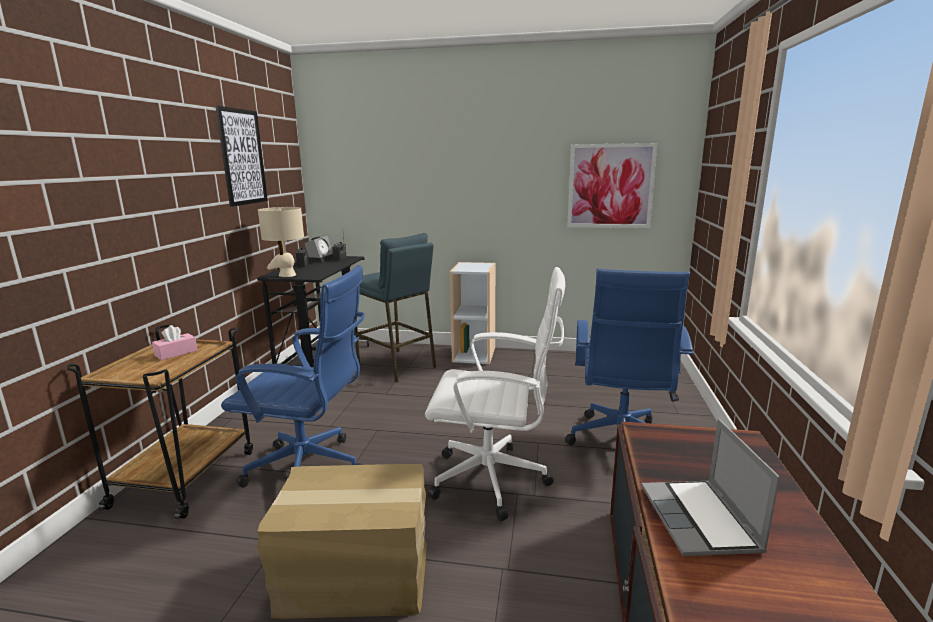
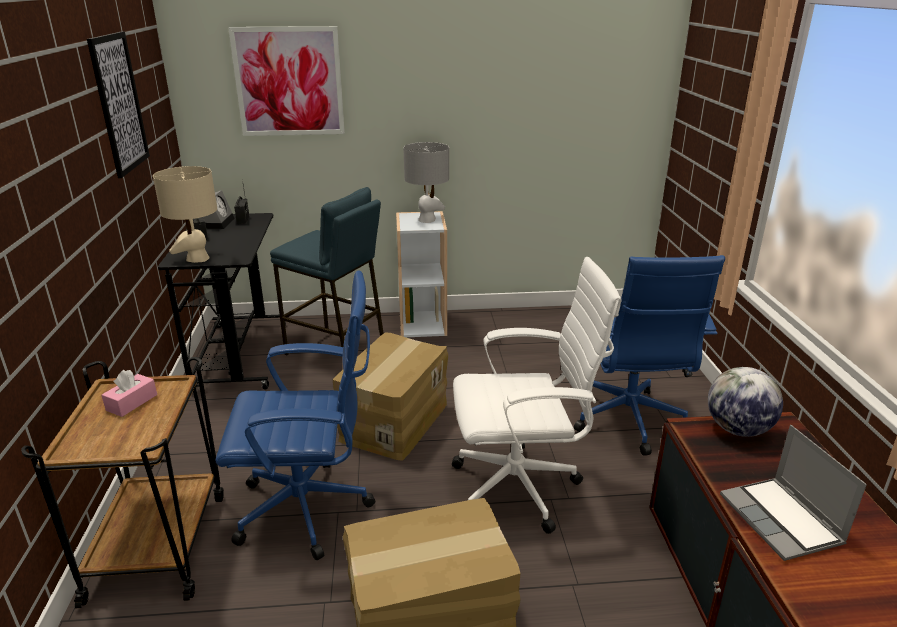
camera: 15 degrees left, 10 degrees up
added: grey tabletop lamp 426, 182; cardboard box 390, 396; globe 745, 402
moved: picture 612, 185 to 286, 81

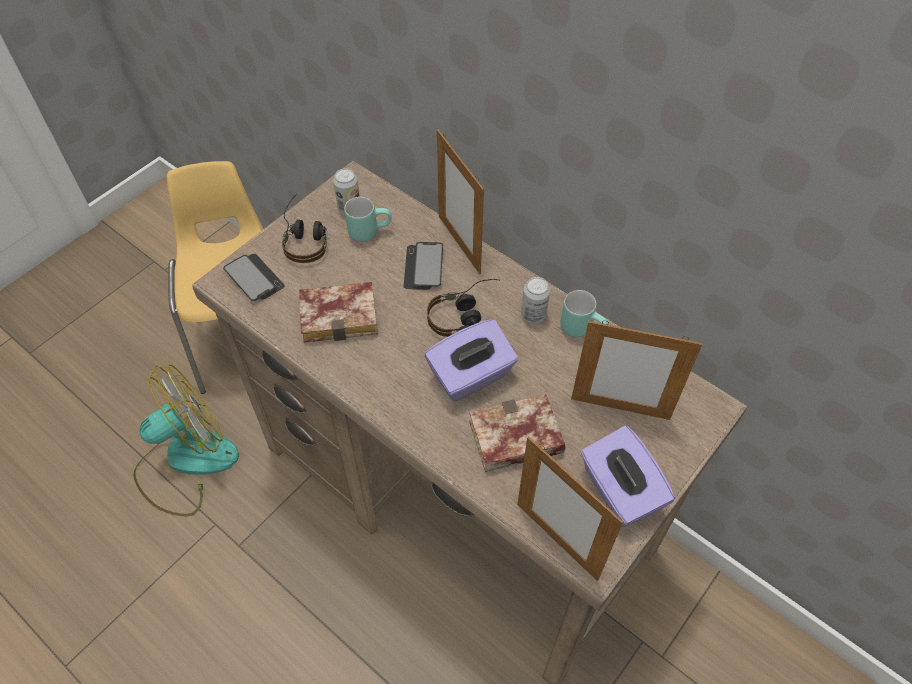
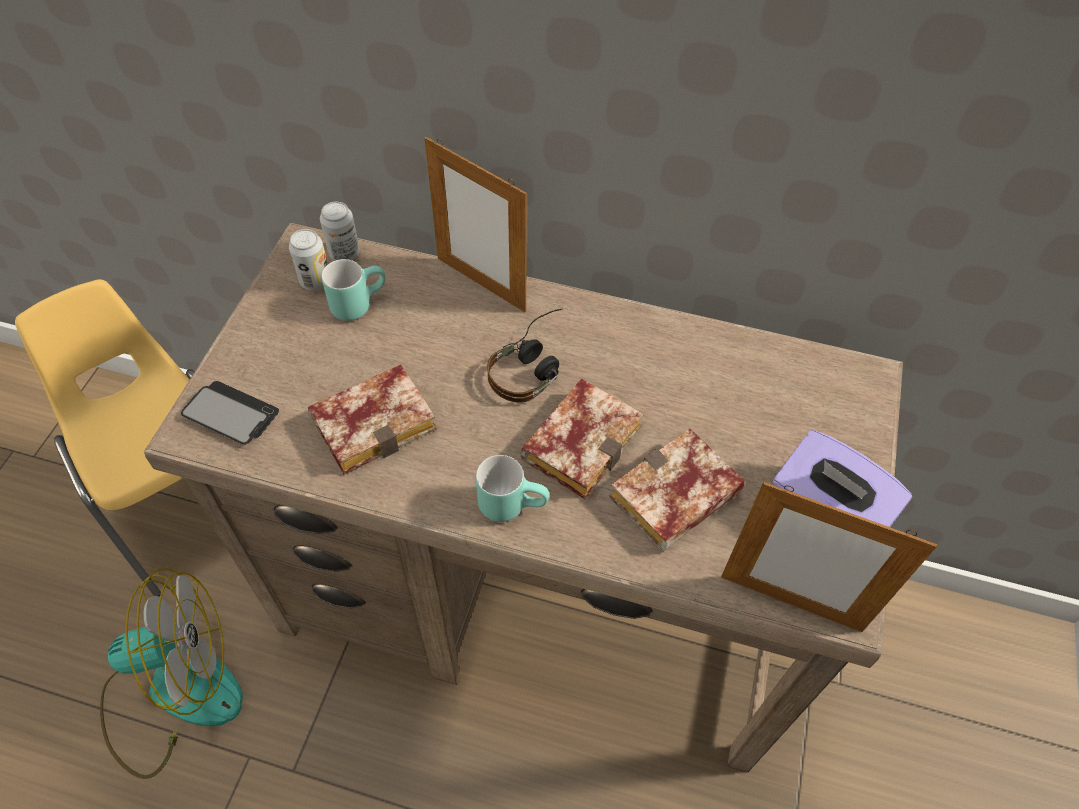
camera: 25 degrees left, 0 degrees up
removed: pair of headphones 304, 228; telephone 423, 266; standing frame 636, 370
moved: metal can 535, 300 to 340, 231; turquoise tea mug 584, 313 to 512, 488
replaced: purple-coloured tissue holder 471, 360 to bound book 582, 439
turned: cooling fan 186, 440 = 171, 673 45 degrees clockwise

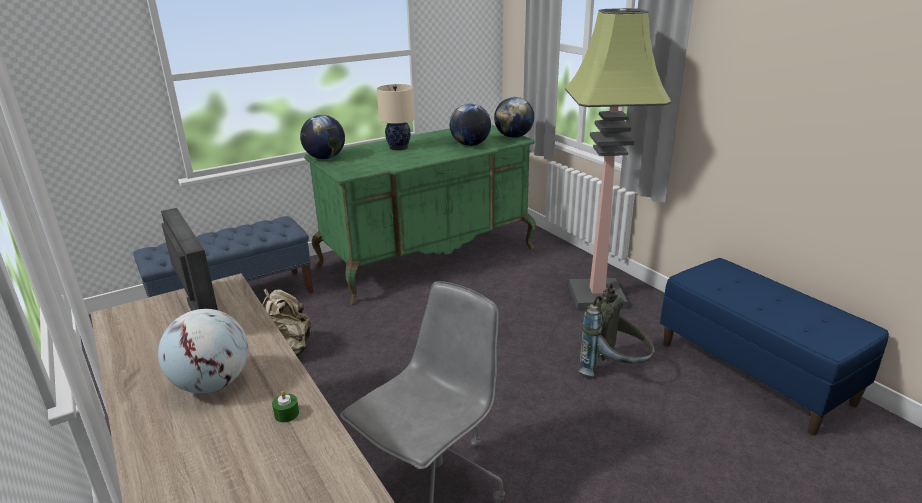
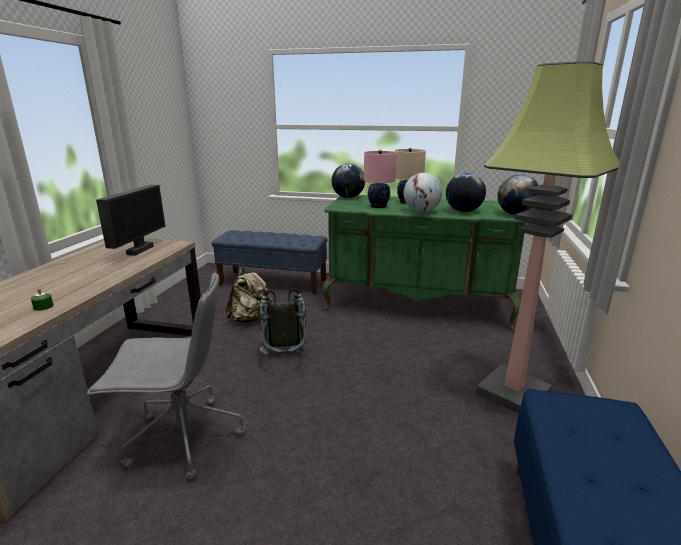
camera: 45 degrees right, 5 degrees down
added: pink tabletop lamp 380, 179
moved: grey rucksack 616, 329 to 283, 322; globe 203, 351 to 423, 192

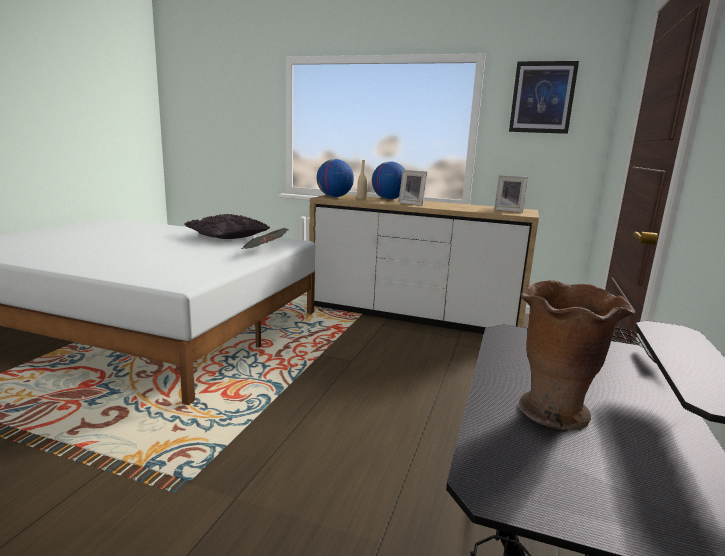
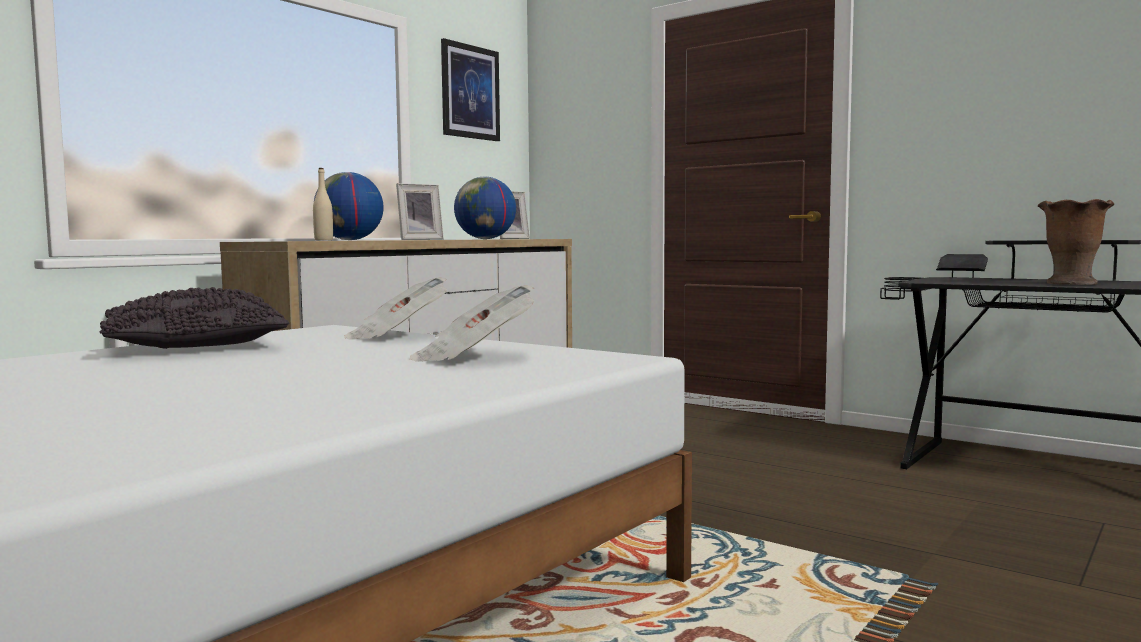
camera: 70 degrees left, 10 degrees down
added: printed paper 472, 323
moved: globe 335, 178 to 485, 208

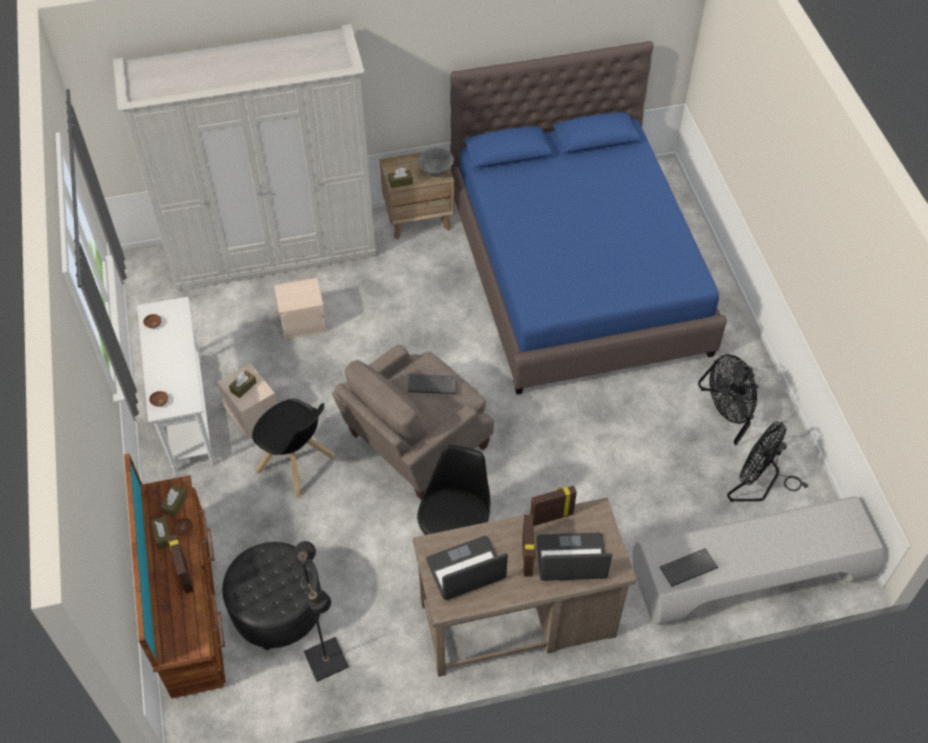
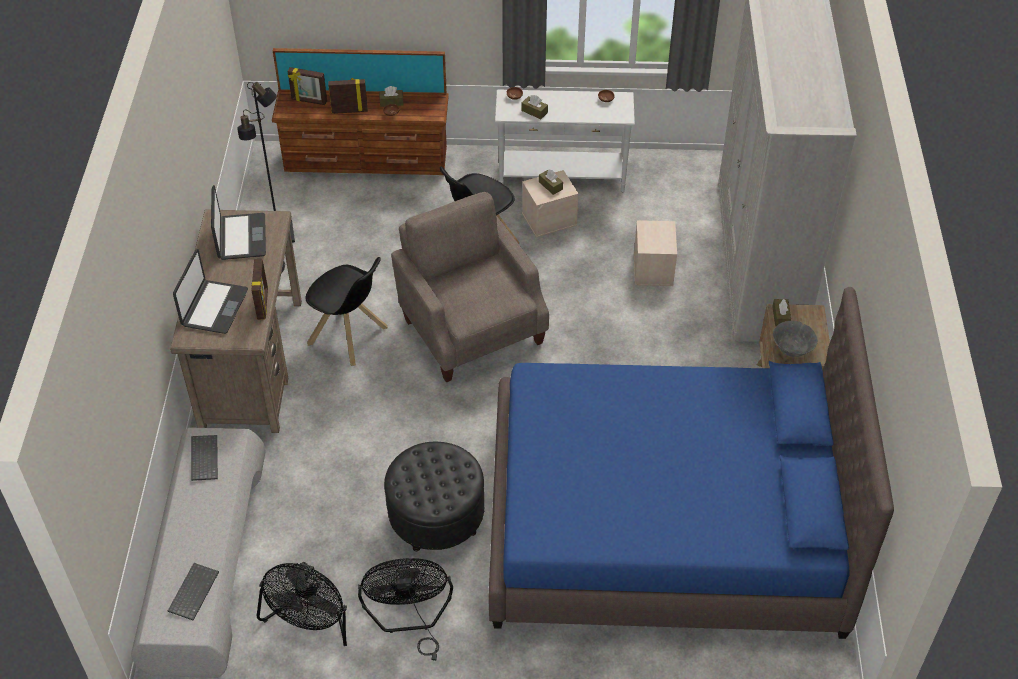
camera: 105 degrees right, 5 degrees down
moved: keyboard 432, 384 to 193, 591; brown tissue holder 174, 501 to 534, 107; standing frame 529, 545 to 307, 86; blackish ottoman 271, 596 to 434, 496
turned: blackish cooling fan 767, 461 = 302, 604 150 degrees clockwise

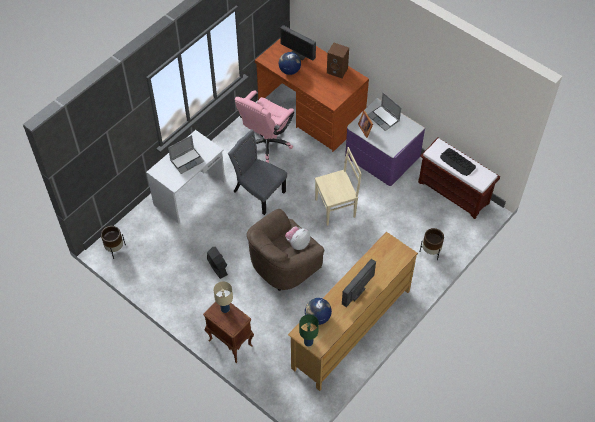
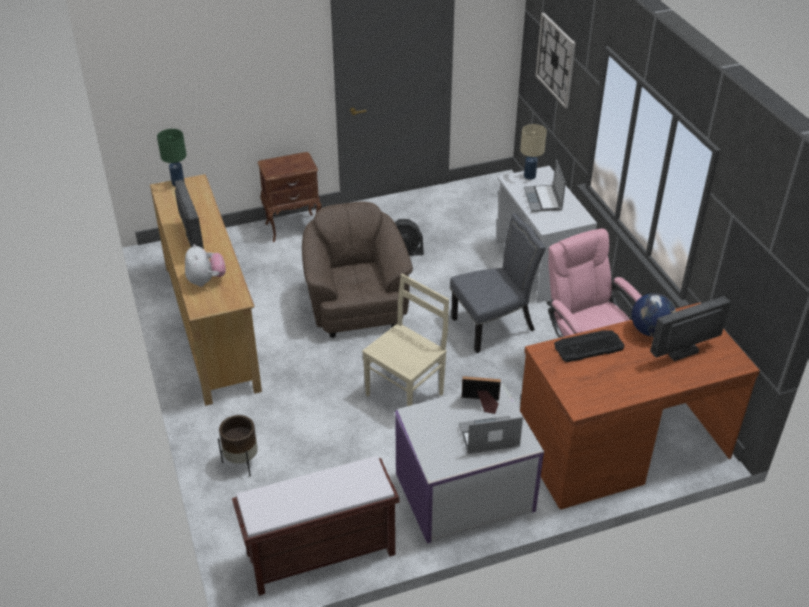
camera: 120 degrees right, 15 degrees down
removed: brown loudspeaker 338, 60; brown flower pot 113, 242; globe 318, 311
added: wall clock 555, 60
moved: keyboard 458, 162 to 589, 346; soft toy 298, 238 to 205, 265; sand-coloured tabletop lamp 223, 297 to 533, 152
turned: sand-coloured chair 338, 186 = 405, 340 150 degrees counterclockwise

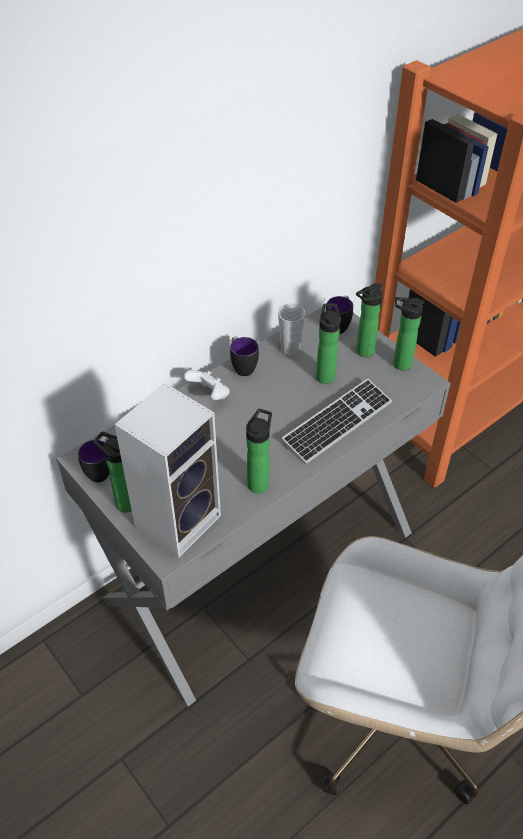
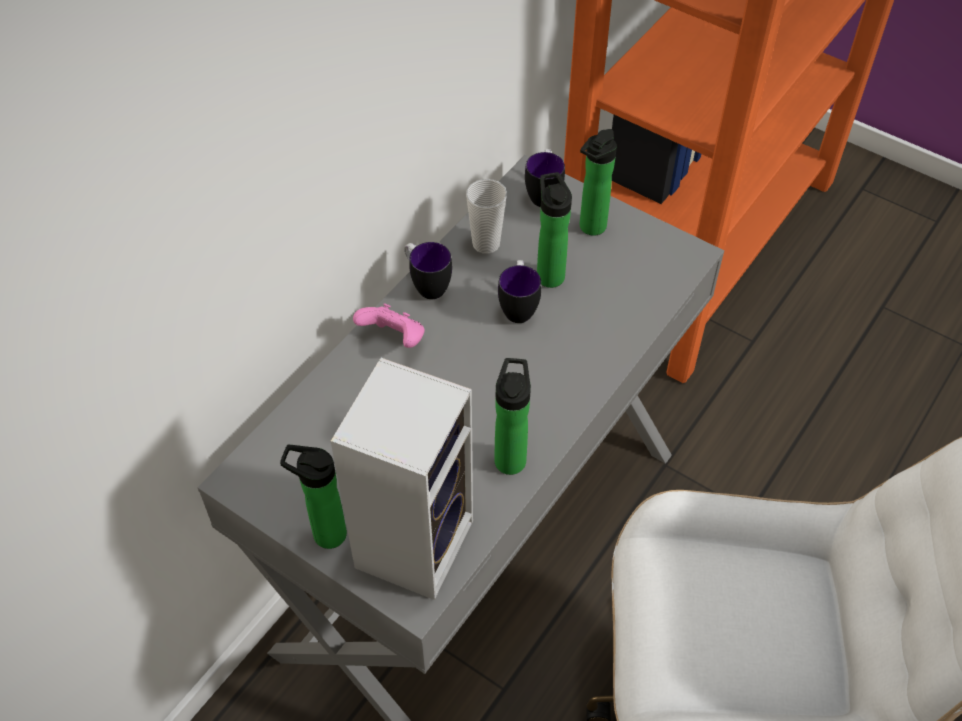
camera: 15 degrees left, 5 degrees up
removed: beverage bottle 409, 334; keyboard 336, 421
moved: tea mug 94, 460 to 519, 291
recoloured: whitish joypad 207, 385 to pink joypad 388, 325

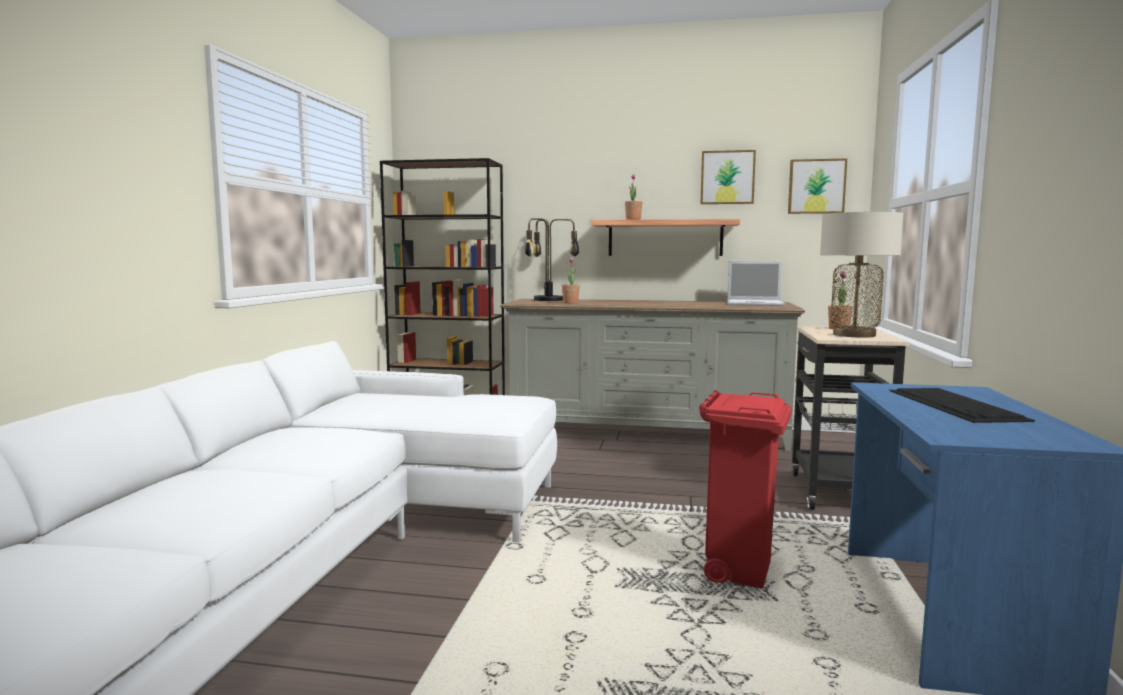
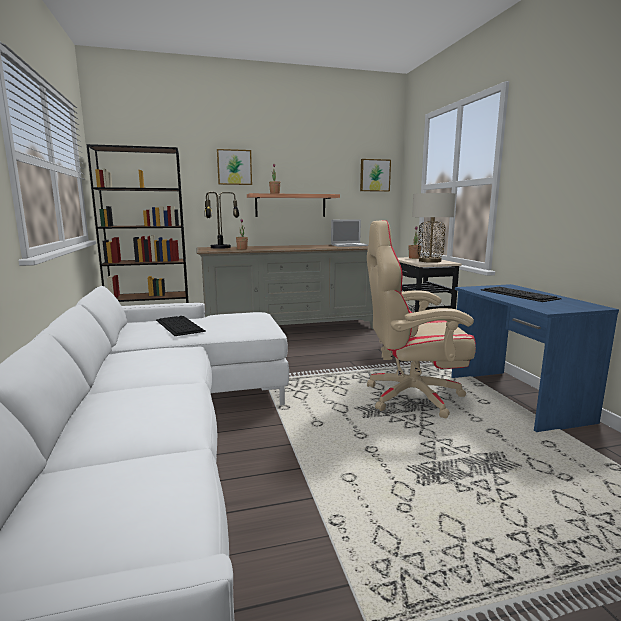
camera: 25 degrees left, 5 degrees up
added: keyboard 181, 326
moved: picture 728, 177 to 234, 167
replaced: reddish trash can 745, 489 to sand-coloured desk chair 421, 319

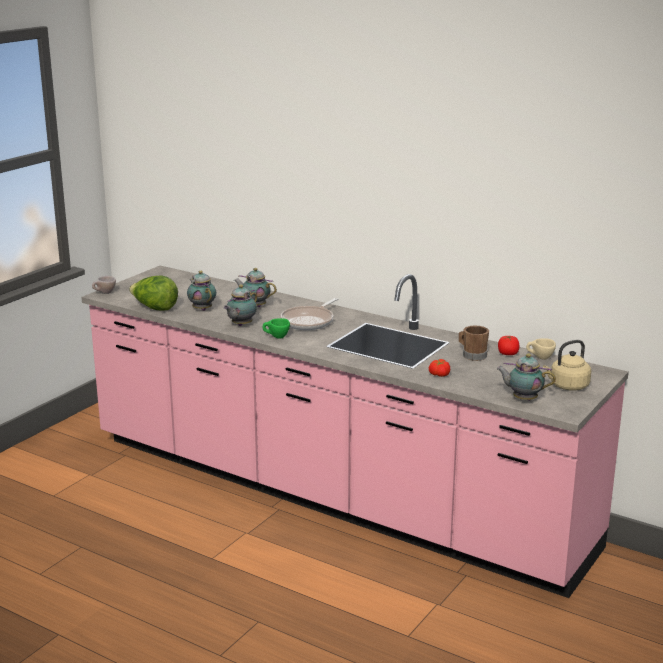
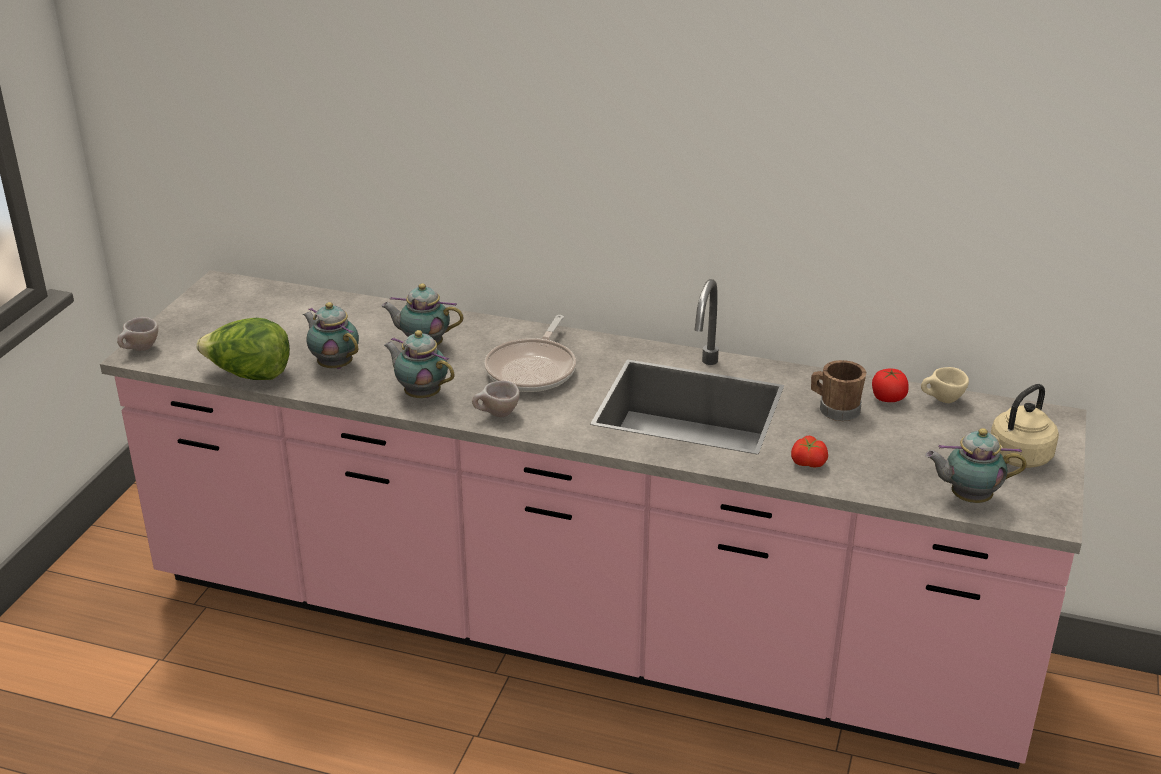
camera: 15 degrees left, 10 degrees up
recoloured: green-coloured small cup 276, 328 to sand-coloured small cup 496, 398
turned: teapot 240, 305 = 419, 364 105 degrees clockwise

